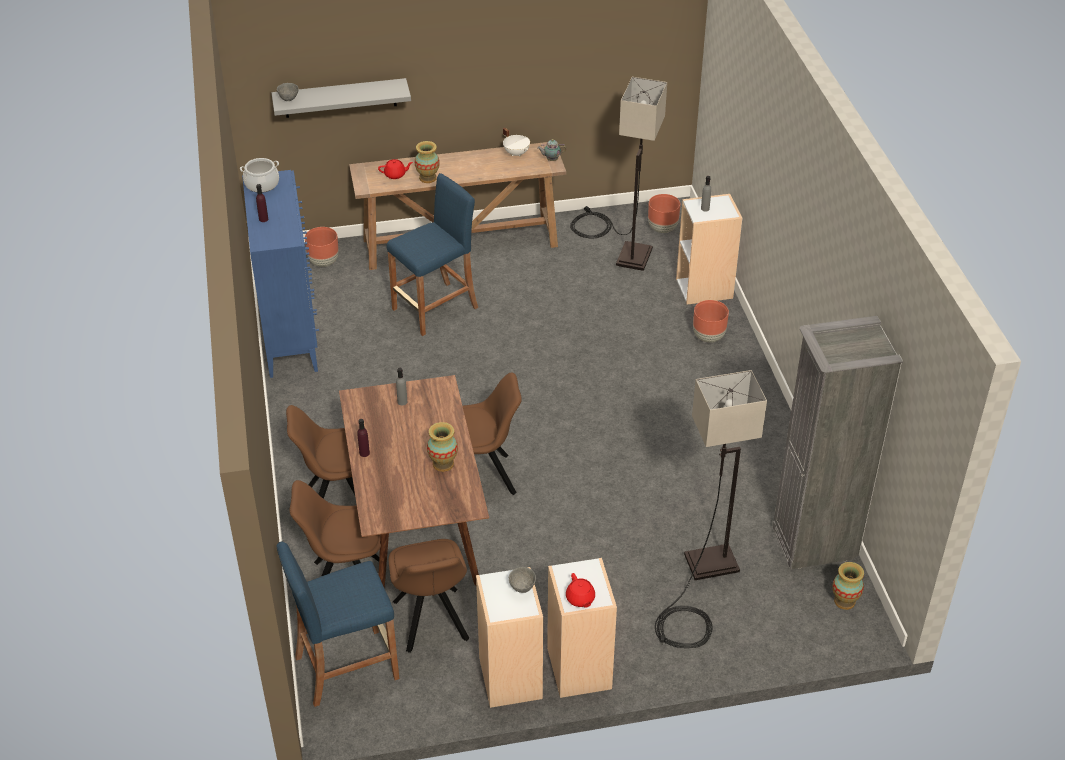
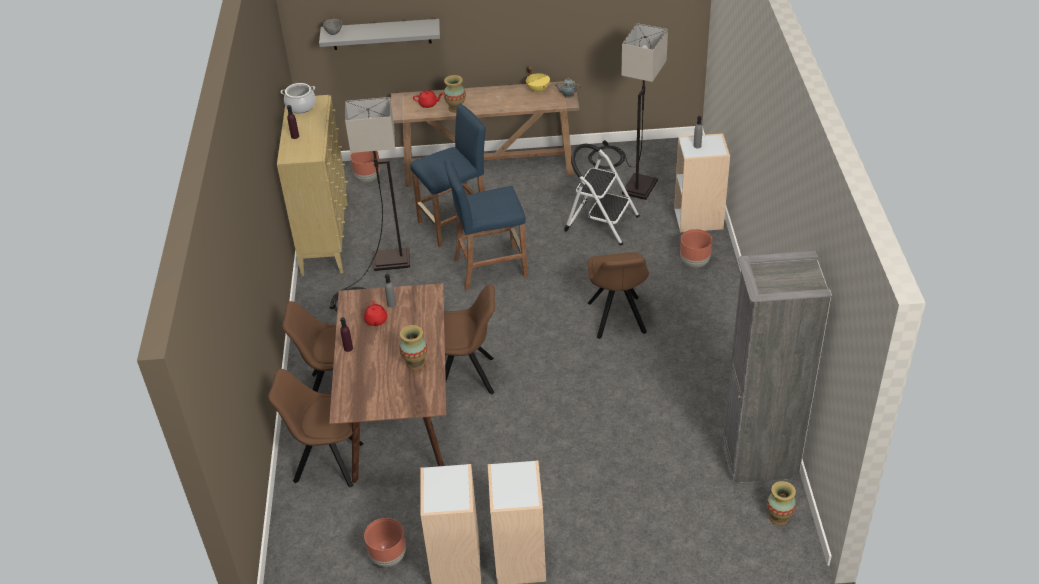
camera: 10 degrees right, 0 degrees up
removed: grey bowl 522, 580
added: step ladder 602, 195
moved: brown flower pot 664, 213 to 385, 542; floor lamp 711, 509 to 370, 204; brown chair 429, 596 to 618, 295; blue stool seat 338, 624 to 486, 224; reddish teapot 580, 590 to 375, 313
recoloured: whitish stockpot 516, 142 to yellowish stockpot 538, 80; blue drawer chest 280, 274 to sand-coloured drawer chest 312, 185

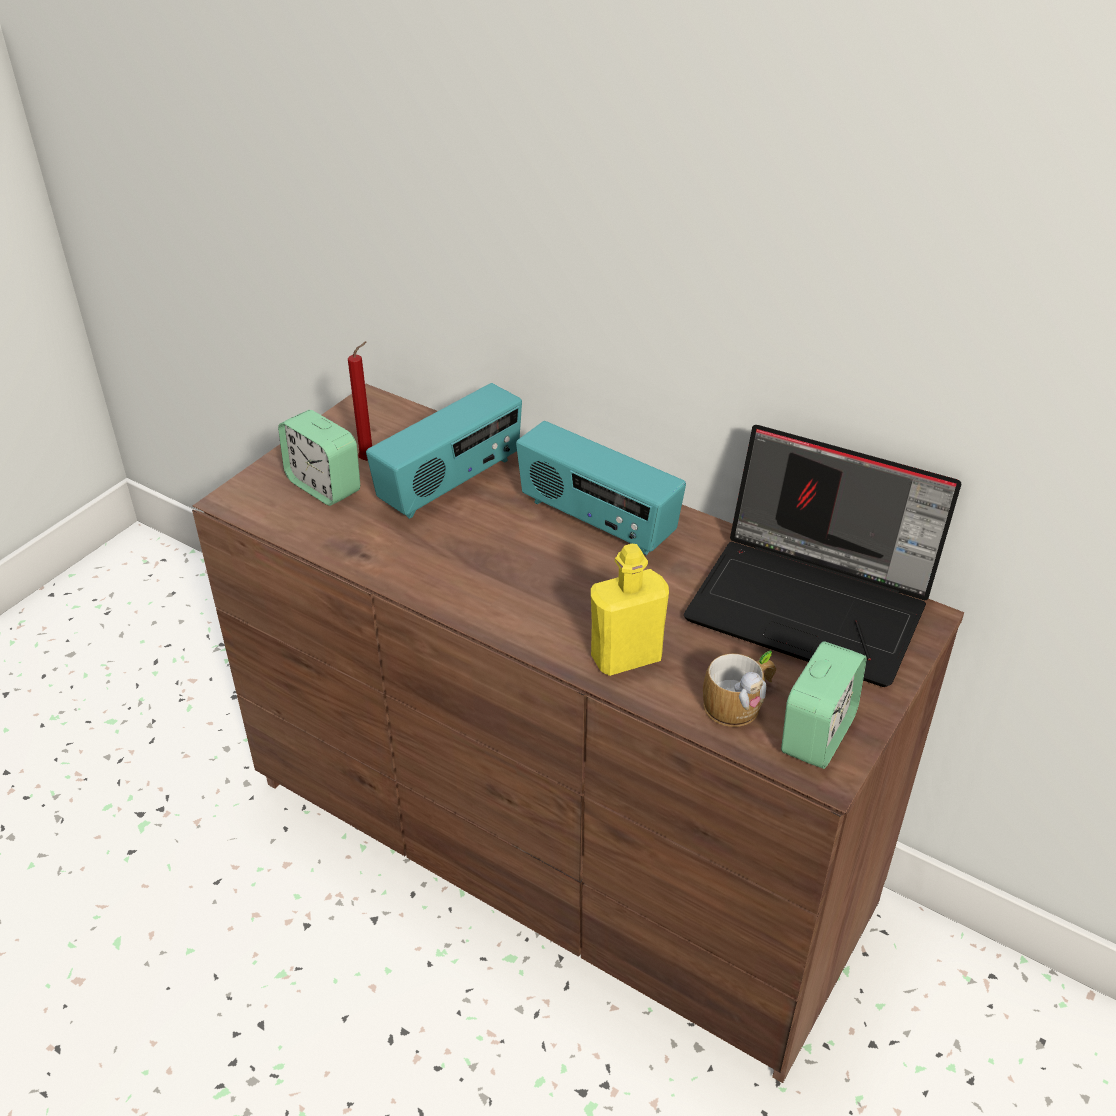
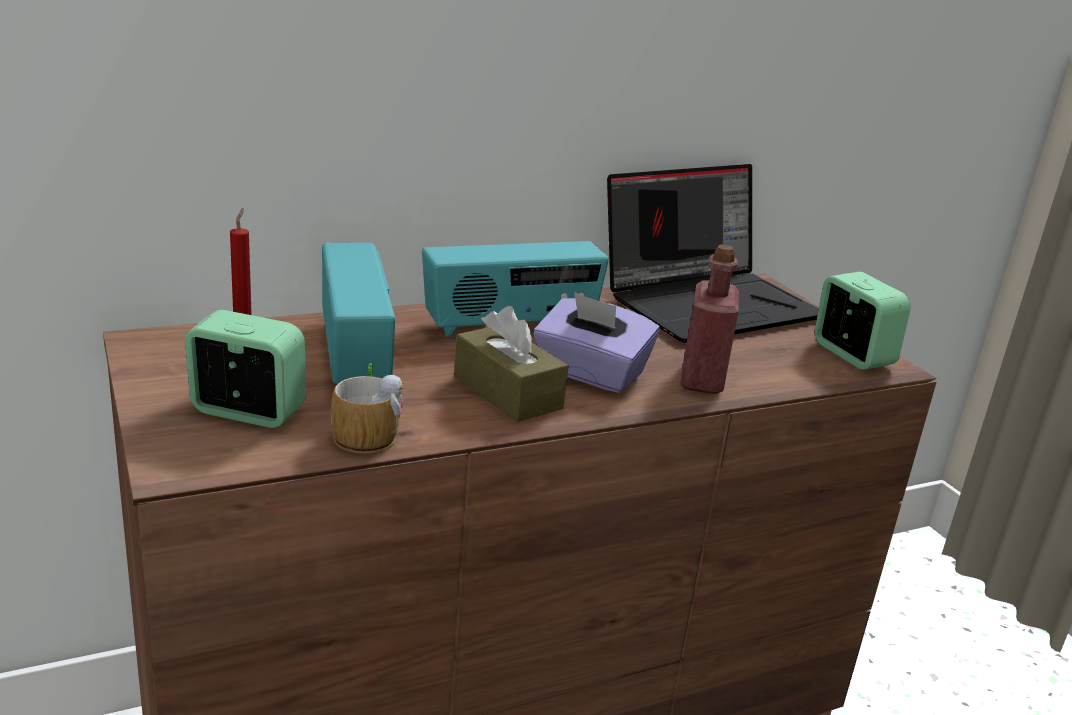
camera: 60 degrees left, 15 degrees down
added: purple-coloured tissue holder 597, 342; brown tissue holder 511, 364
moved: tea mug 739, 688 to 367, 408
recoloured: yellowish beverage bottle 630, 610 to reddish beverage bottle 709, 319
turned: alarm clock 319, 458 = 245, 369 150 degrees counterclockwise

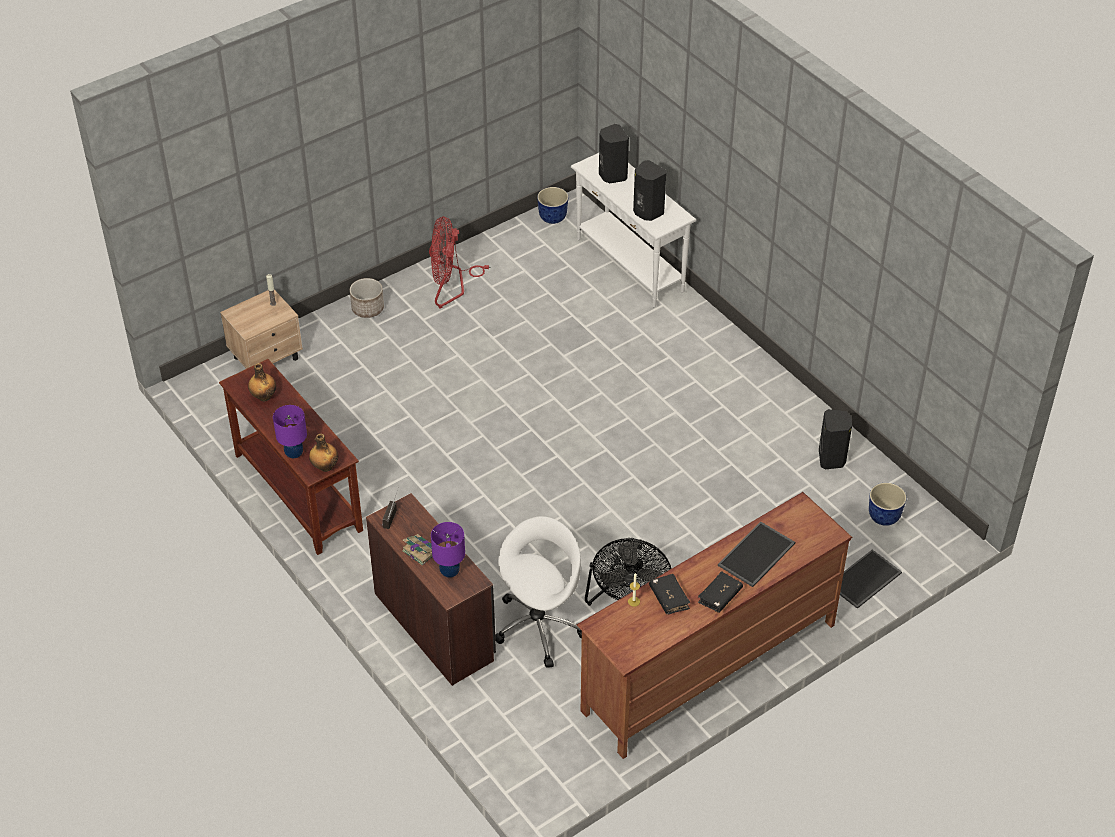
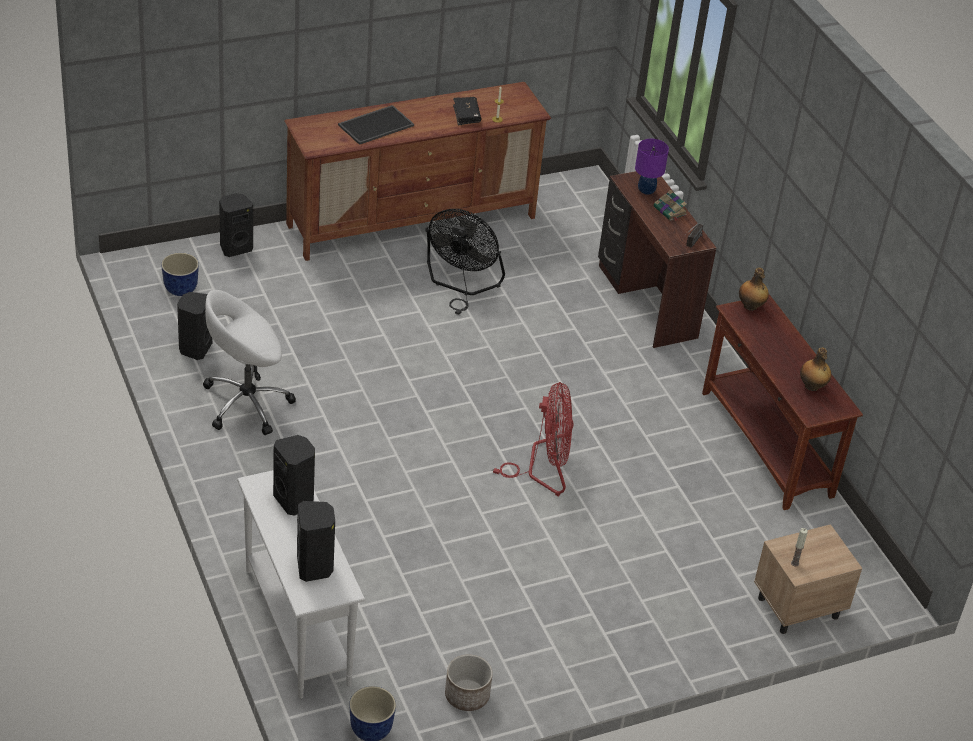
camera: 170 degrees left, 5 degrees down
removed: purple-coloured tabletop lamp 290, 431; blackish bound book 720, 592
moved: reddish cooling fan 459, 262 to 533, 439; flower pot 367, 298 to 469, 682; whitish desk chair 538, 592 to 249, 362
replaced: carrying tray 871, 579 to blackish loudspeaker 236, 225

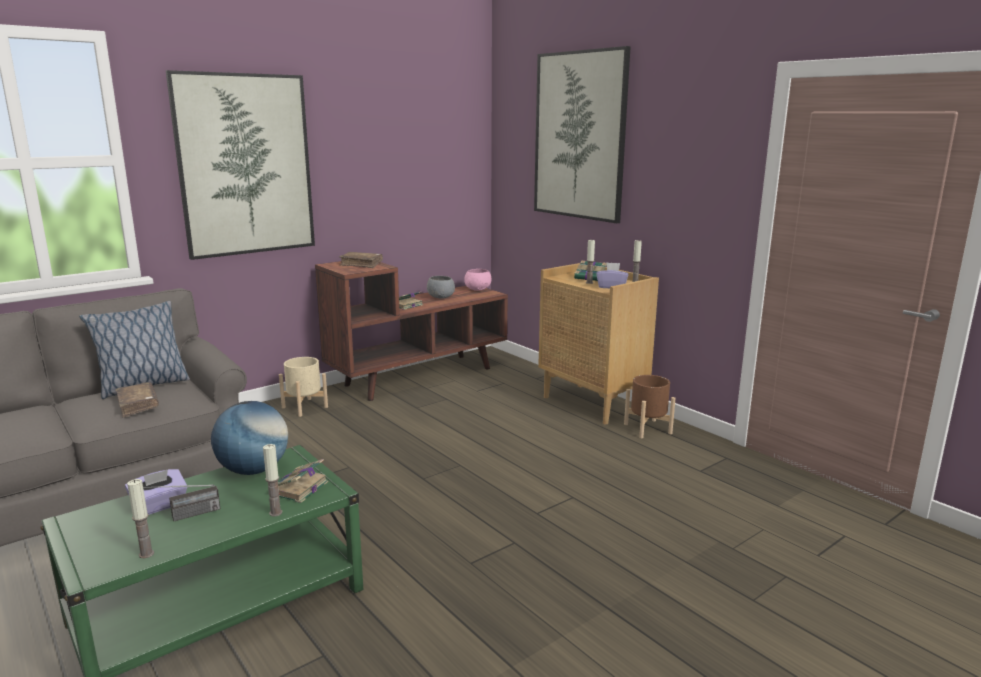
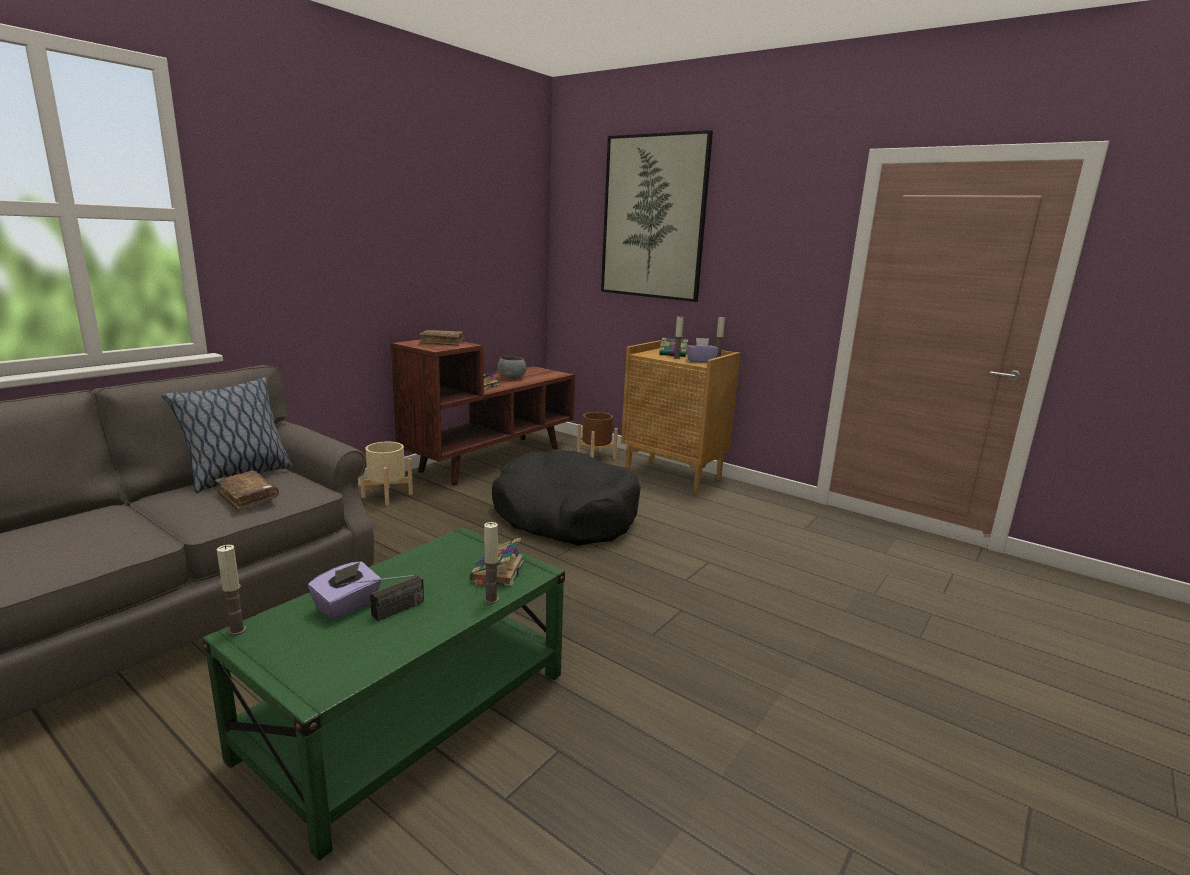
camera: 15 degrees left, 0 degrees up
removed: picture 240, 165; pink bowl 478, 280; globe 249, 438
added: blackish pet bed 566, 498
moved: brown flower pot 650, 406 to 597, 435; candle 140, 518 to 231, 590

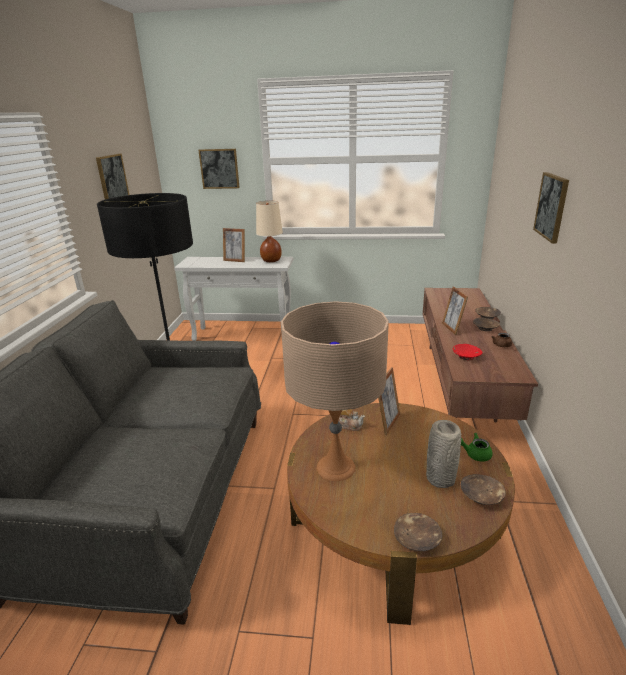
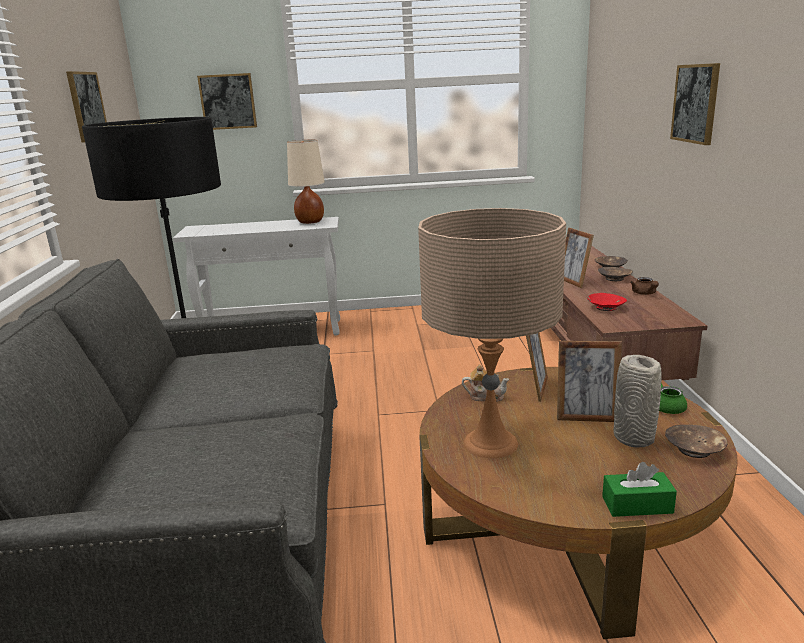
camera: 10 degrees left, 5 degrees down
moved: standing frame 234, 245 to 589, 381
replaced: brown bowl 418, 532 to green-coloured tissue holder 639, 489

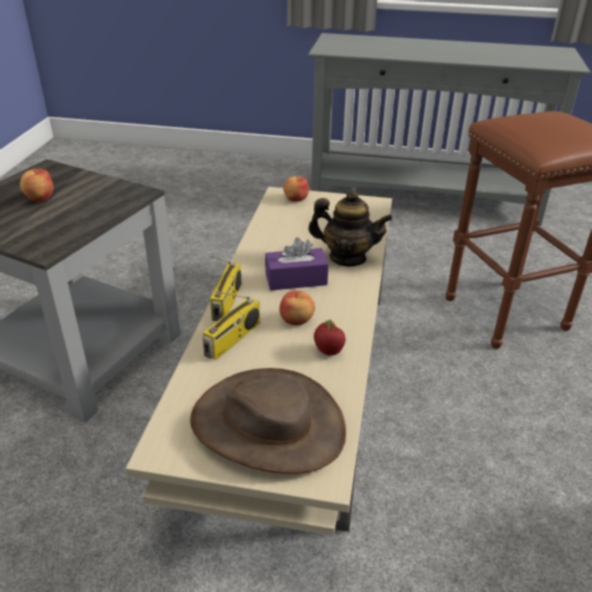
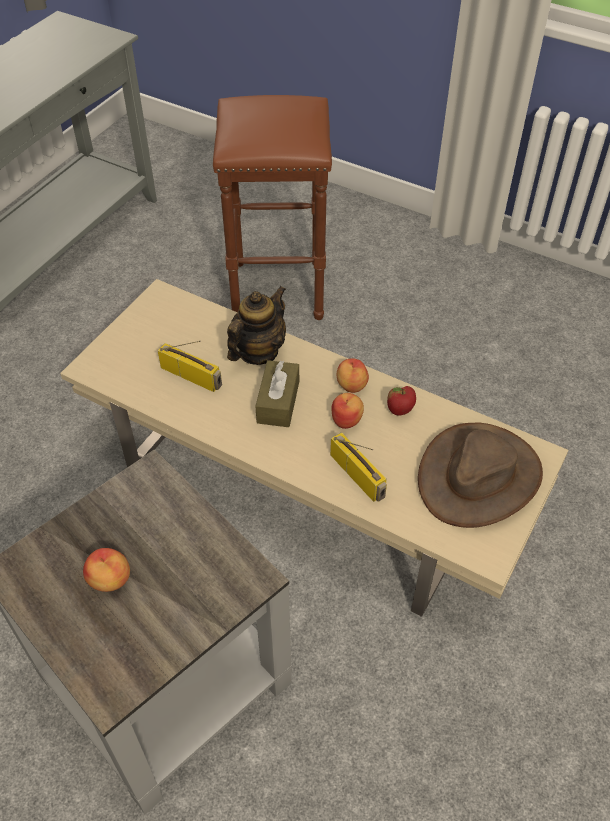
camera: 70 degrees left, 15 degrees up
moved: apple fruit 296, 188 to 353, 375; radio 226, 288 to 190, 366
recoloured: purple-coloured tissue holder 297, 264 to brown tissue holder 277, 393

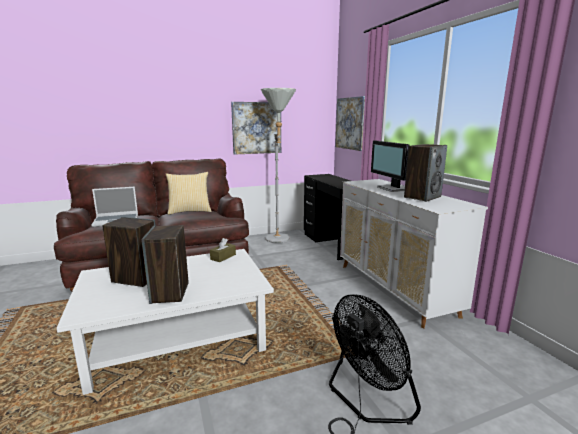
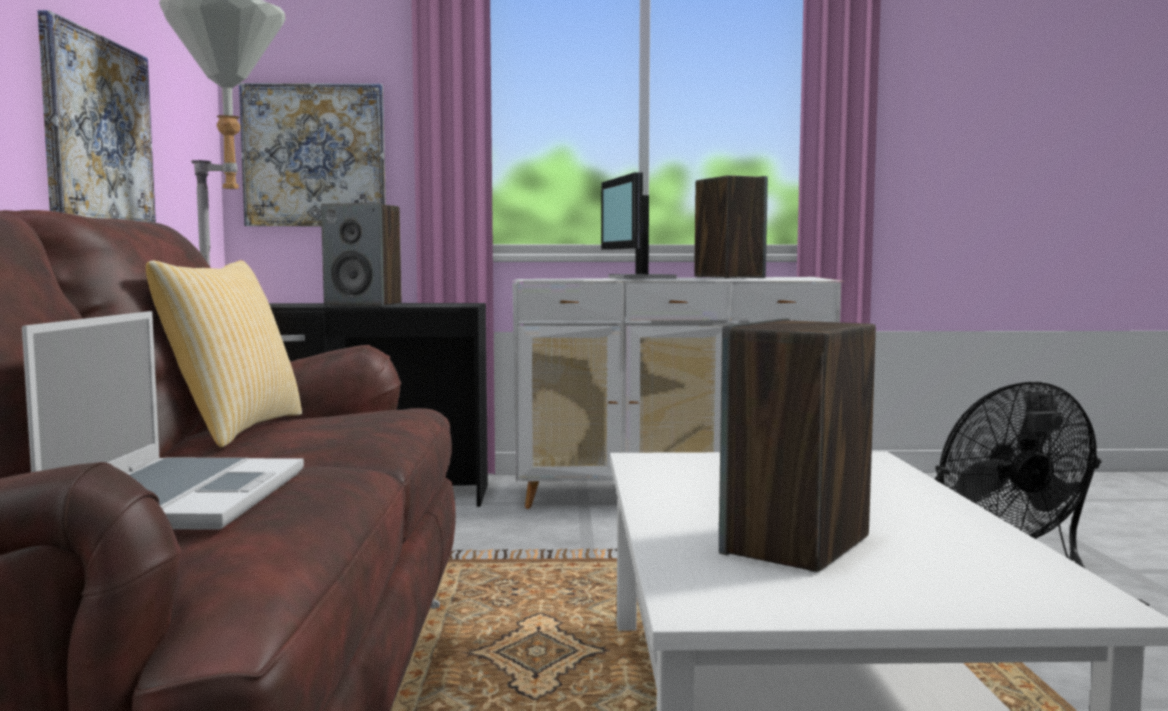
camera: 70 degrees left, 10 degrees down
removed: brown tissue holder 223, 250
moved: loudspeaker 165, 264 to 361, 254
turned: computer display 390, 166 = 639, 225 75 degrees clockwise

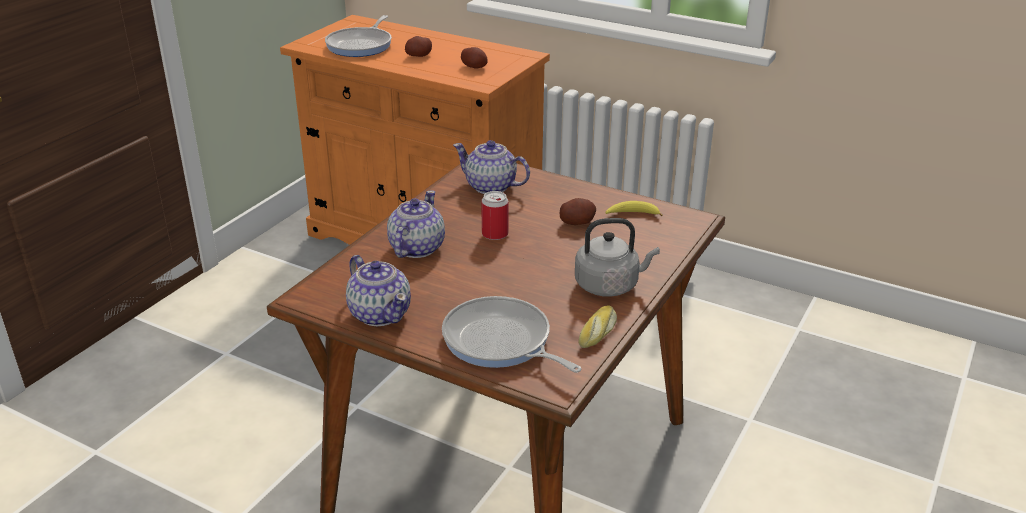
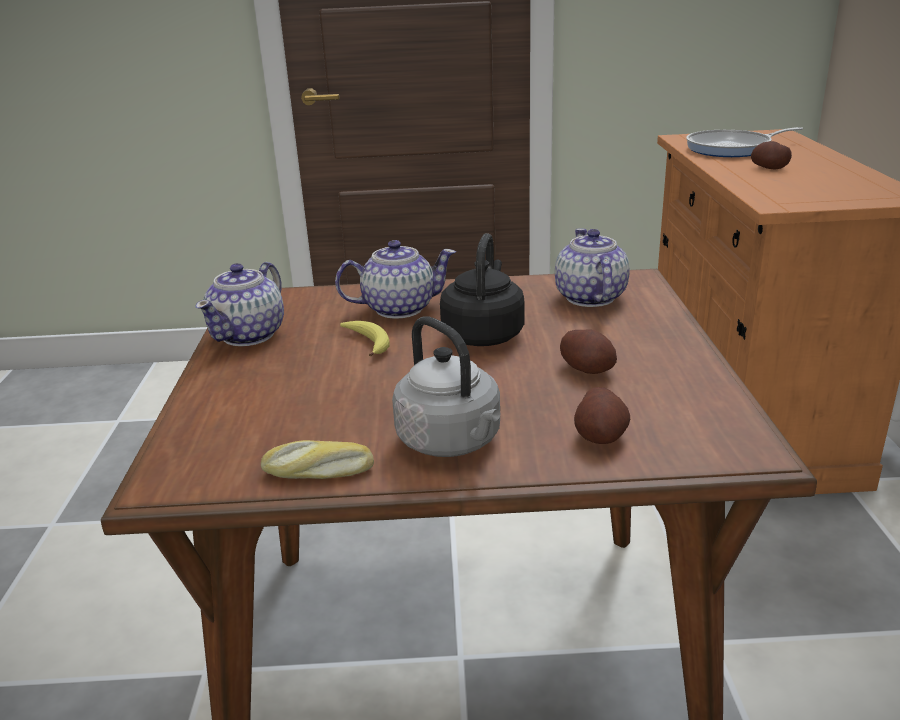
camera: 60 degrees right, 5 degrees down
removed: frying pan 512, 334
moved: spud 474, 58 to 602, 415; banana fruit 634, 208 to 365, 339
replaced: metal can 494, 215 to blackish tea kettle 482, 289

